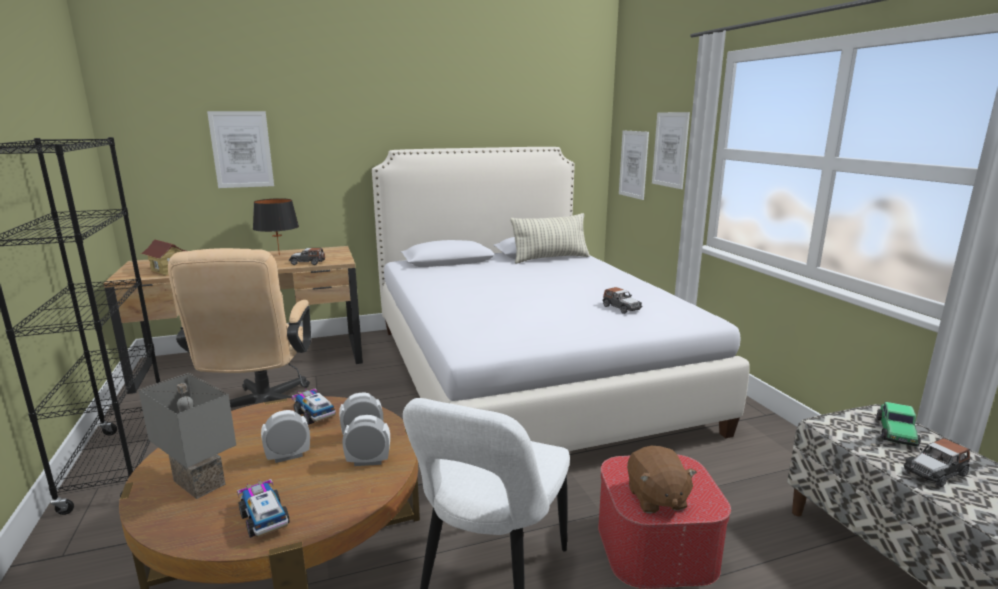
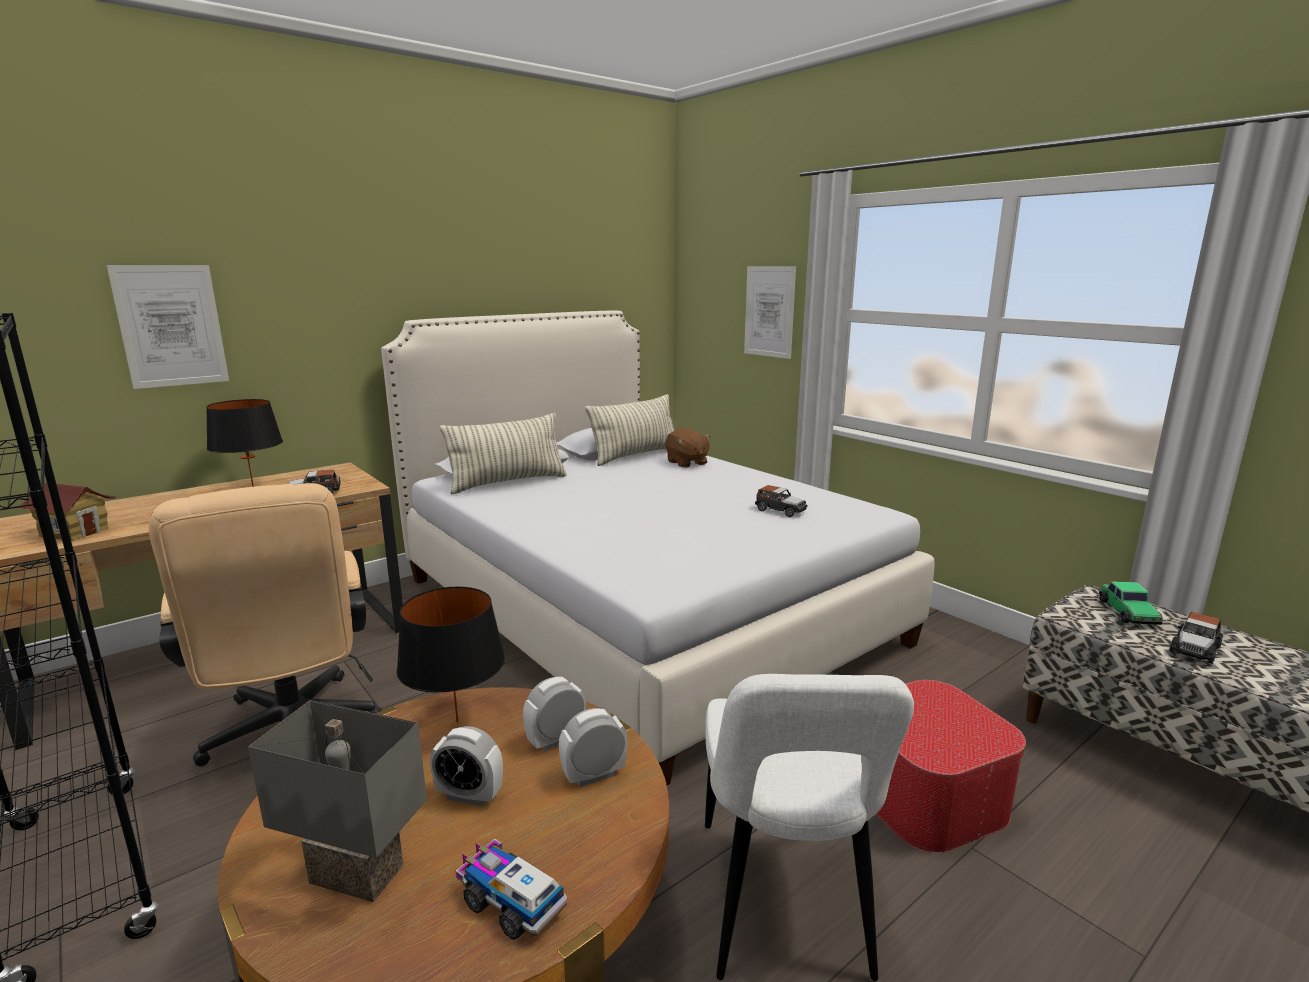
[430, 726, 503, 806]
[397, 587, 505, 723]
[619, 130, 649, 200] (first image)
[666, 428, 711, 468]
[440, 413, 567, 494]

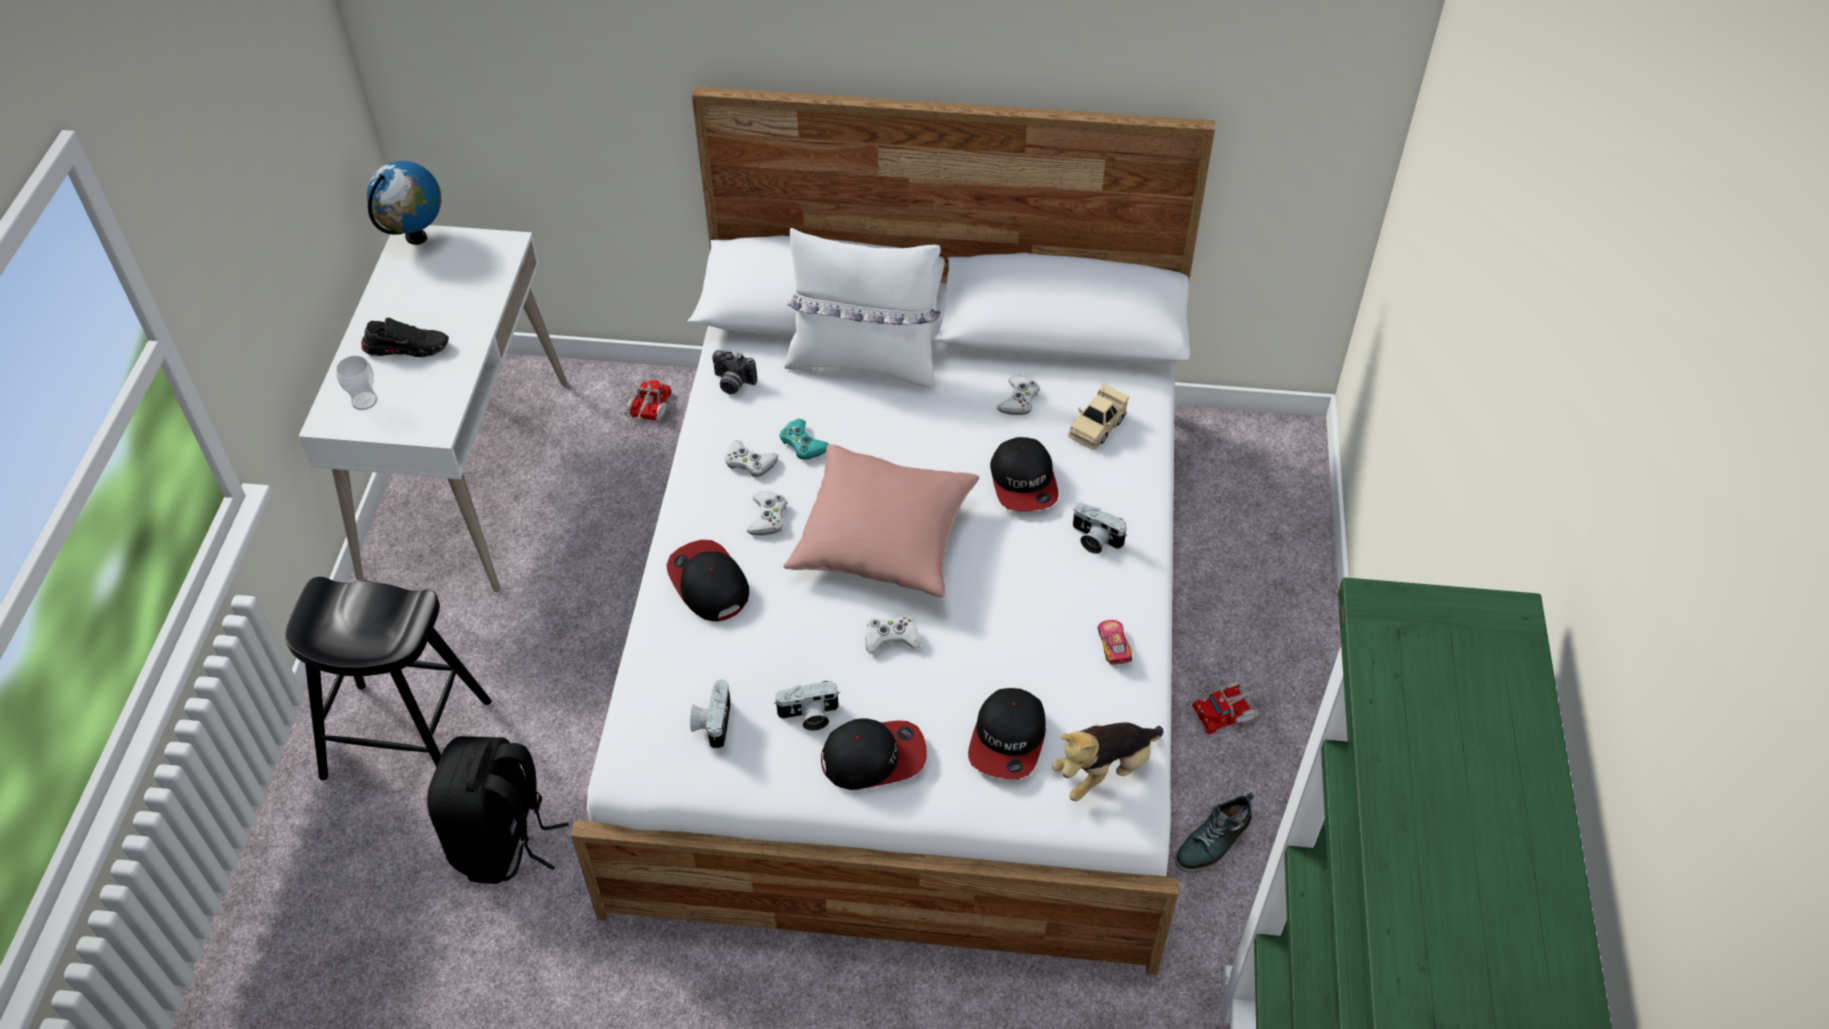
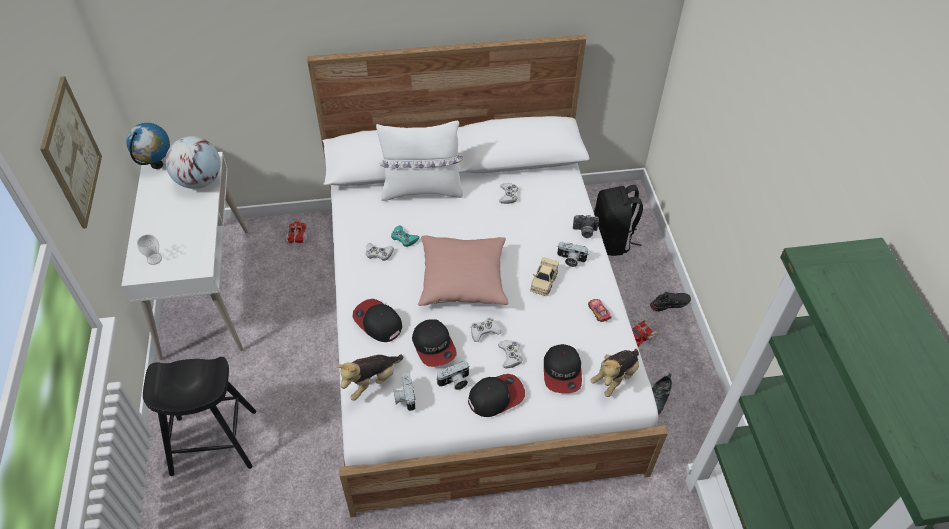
[650, 292, 691, 312]
[594, 185, 643, 256]
[573, 215, 599, 238]
[498, 340, 523, 368]
[412, 319, 456, 367]
[530, 257, 559, 296]
[40, 76, 102, 229]
[165, 136, 221, 189]
[337, 354, 403, 400]

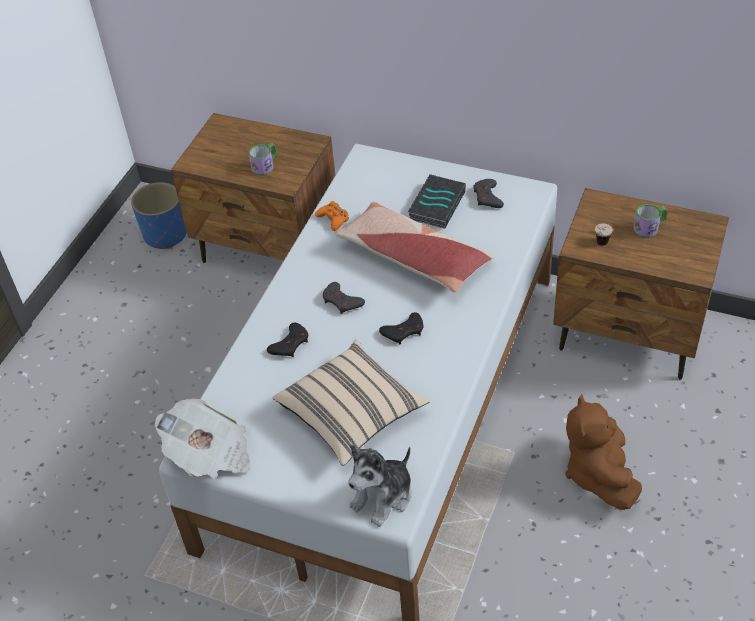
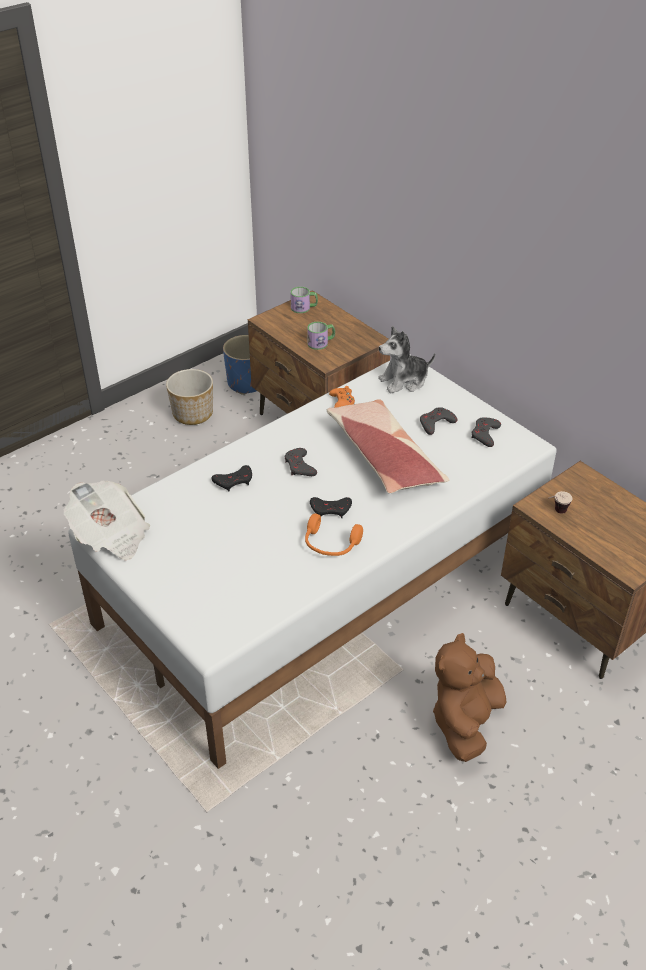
[273, 339, 430, 466] (first image)
[378, 326, 435, 393]
[420, 407, 457, 435]
[290, 287, 318, 313]
[166, 369, 213, 425]
[305, 514, 363, 556]

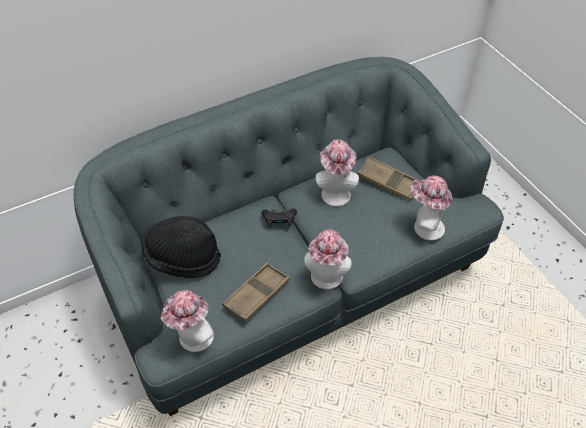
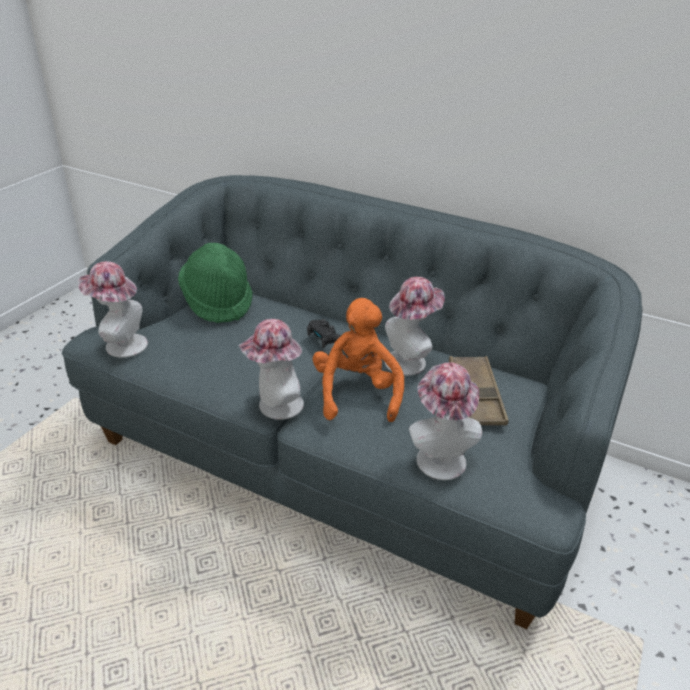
[178, 243, 253, 323]
[222, 262, 290, 322] (first image)
[313, 298, 404, 422]

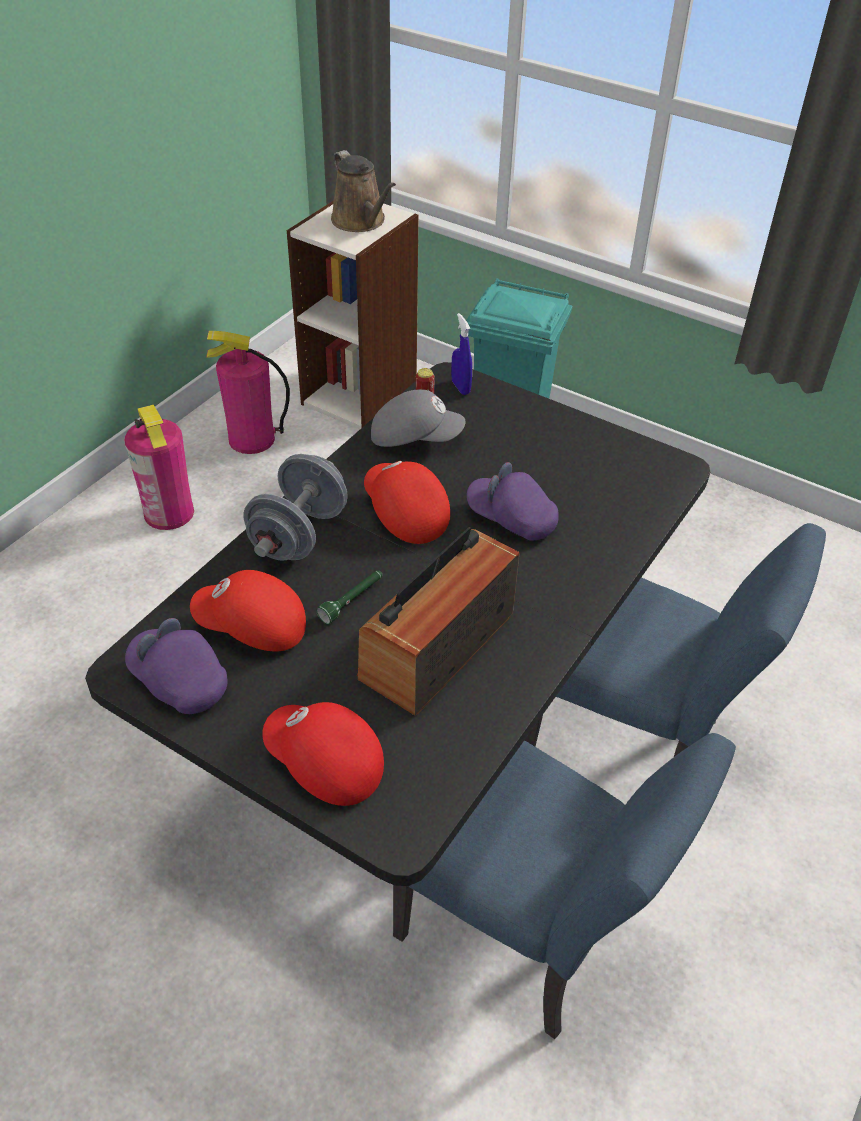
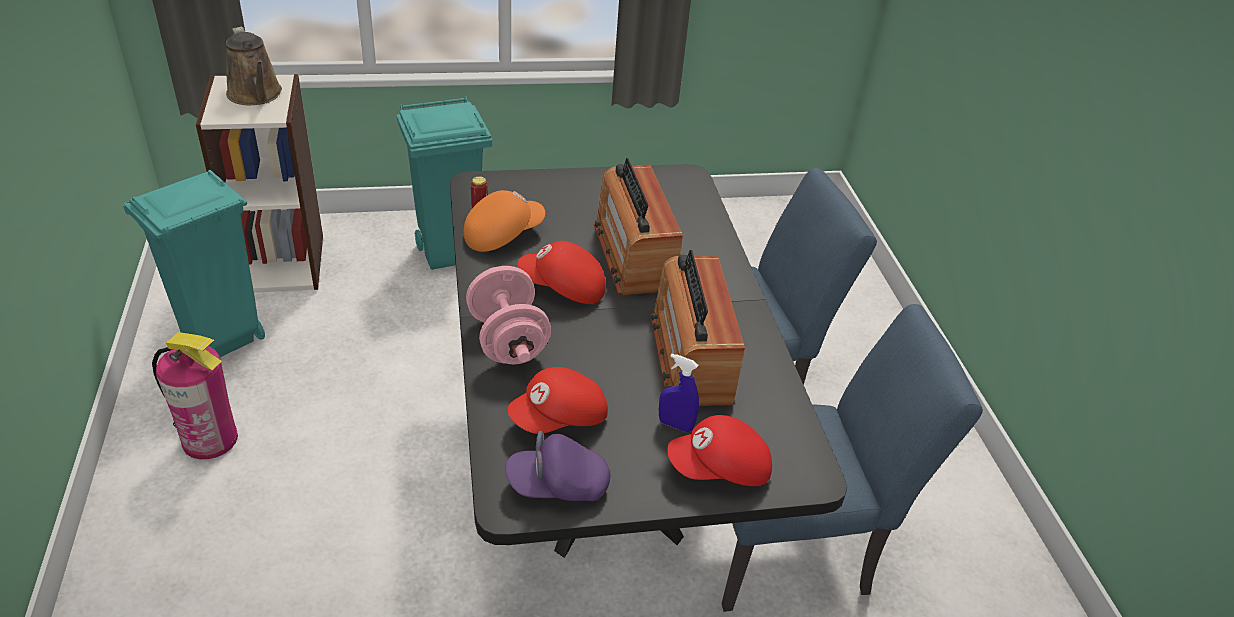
[123, 170, 265, 357]
[466, 266, 551, 364]
[316, 570, 382, 624] (first image)
[226, 26, 282, 105]
[464, 190, 545, 252]
[659, 354, 699, 432]
[594, 158, 683, 295]

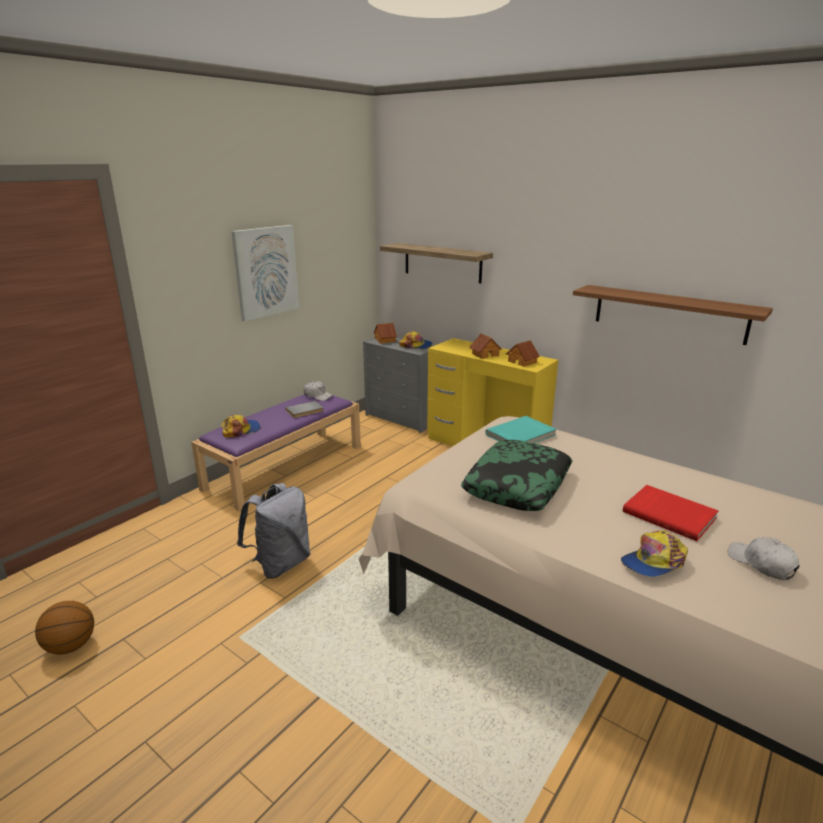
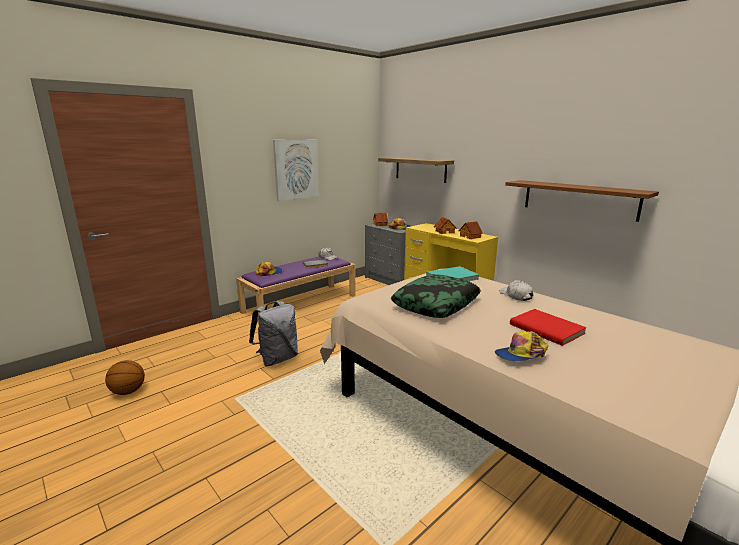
[499, 280, 533, 301]

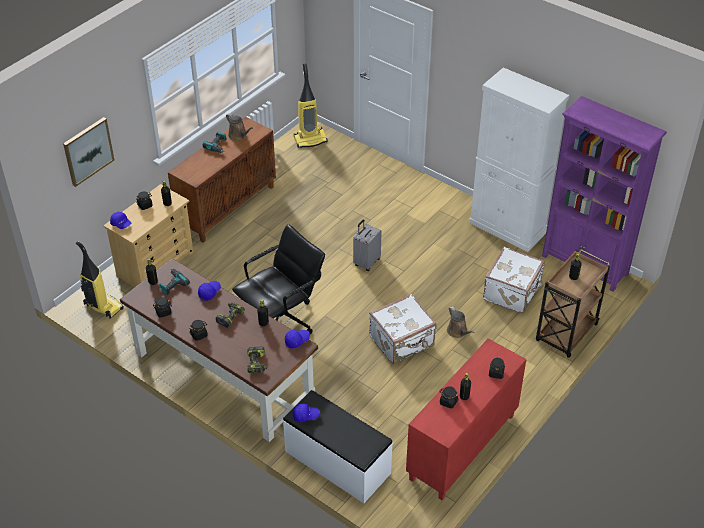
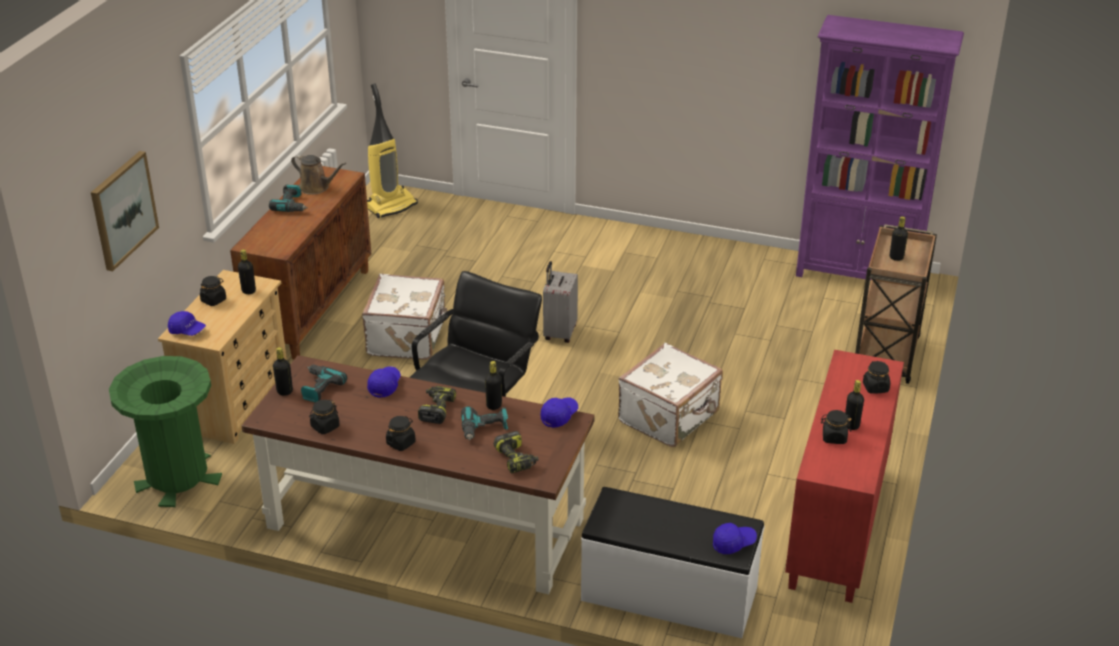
[109, 356, 222, 507]
[713, 523, 757, 554]
[447, 306, 474, 338] (first image)
[469, 67, 569, 252] (first image)
[362, 274, 448, 360]
[461, 406, 508, 440]

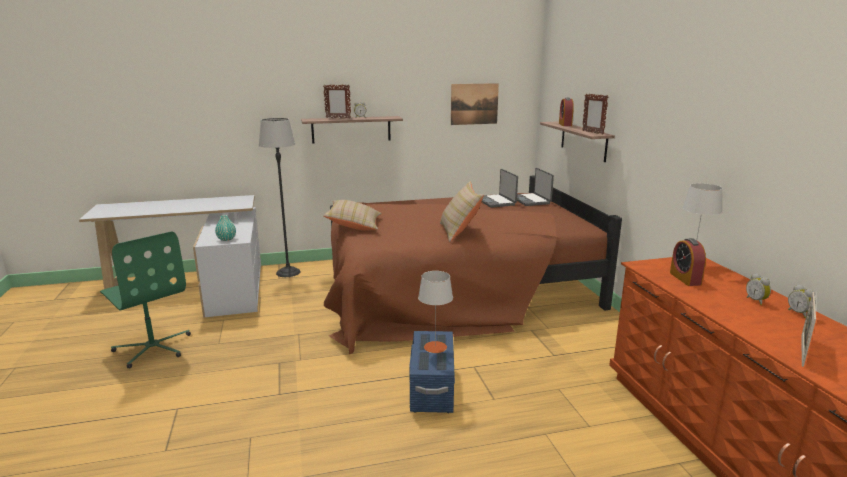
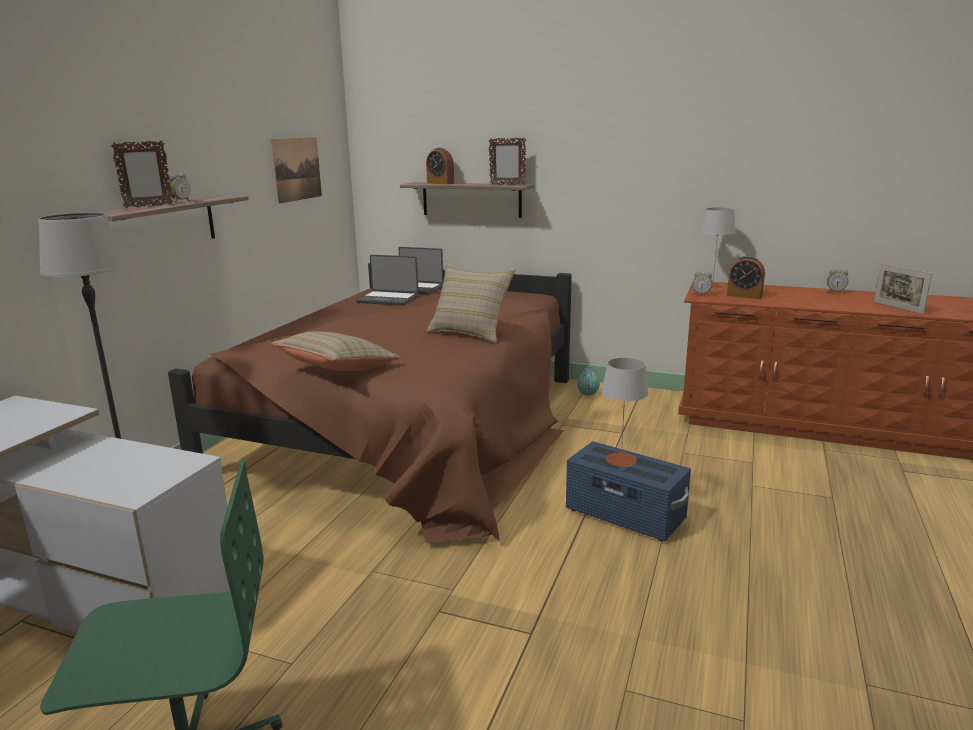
[577, 366, 600, 396]
[693, 271, 712, 296]

